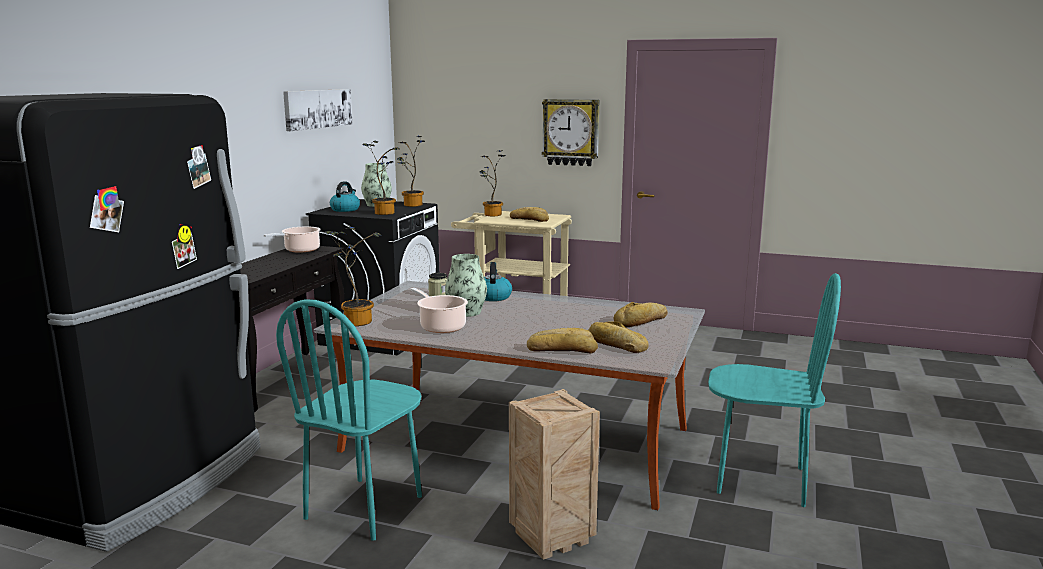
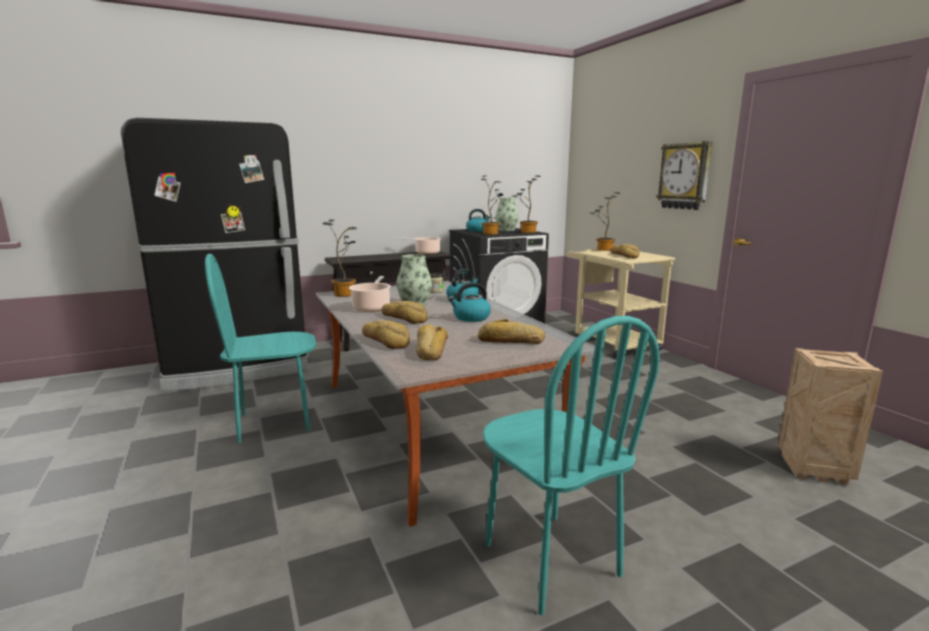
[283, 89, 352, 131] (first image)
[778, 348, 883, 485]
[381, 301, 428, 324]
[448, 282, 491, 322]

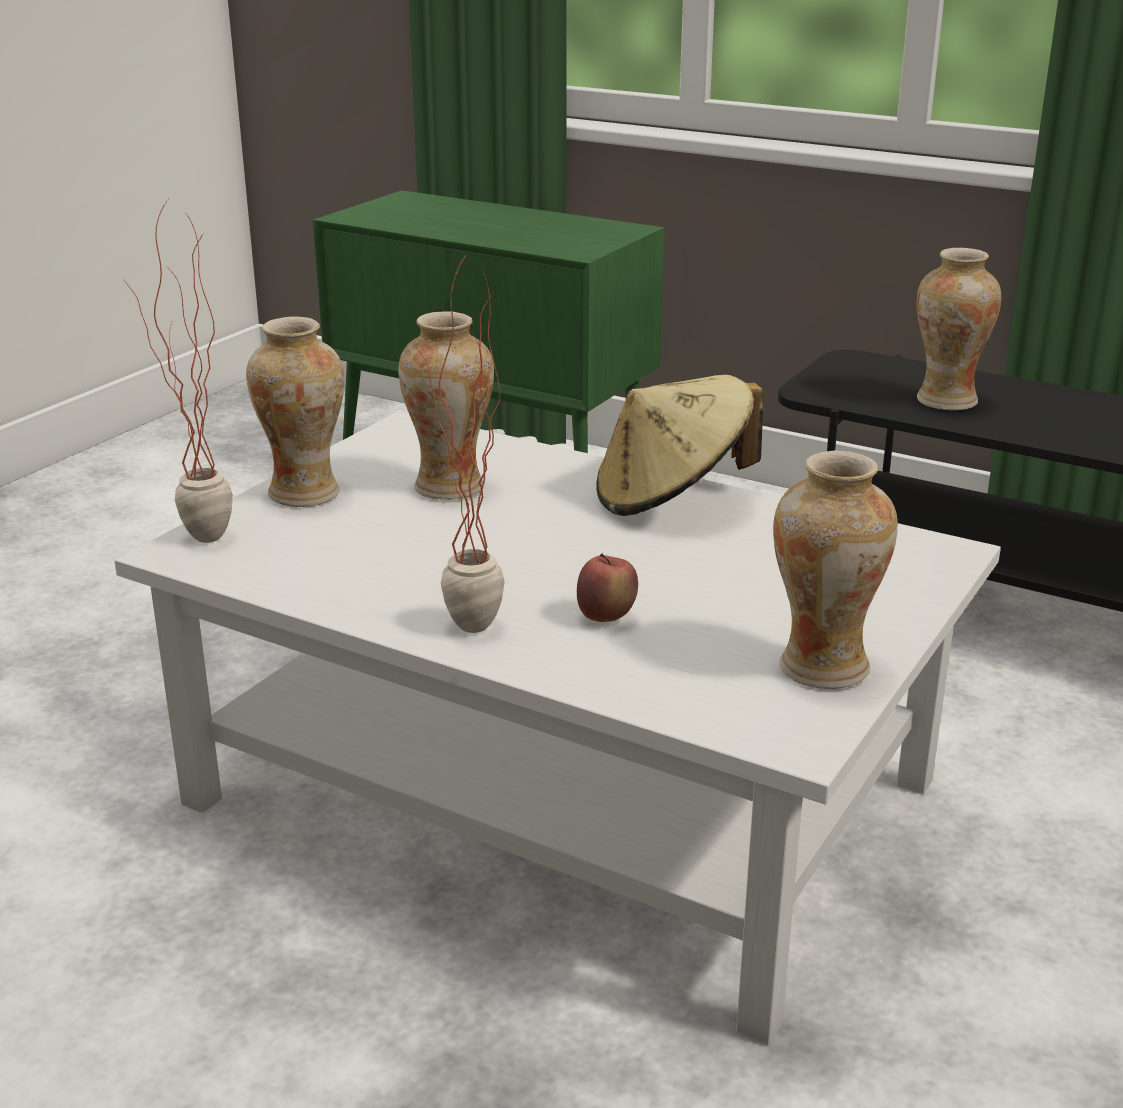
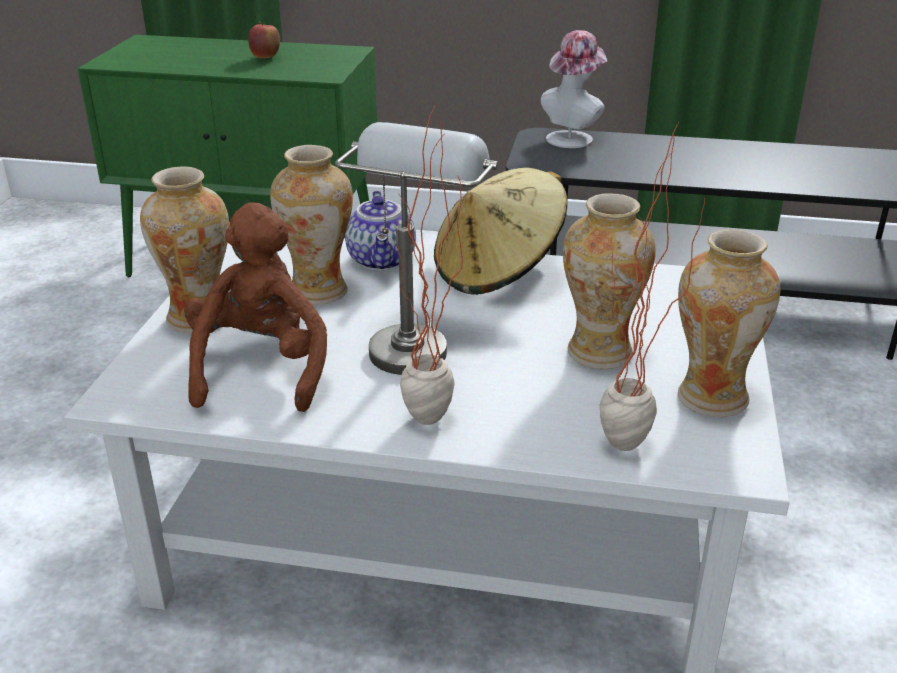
[600, 121, 705, 451]
[248, 22, 280, 58]
[563, 193, 656, 369]
[184, 202, 327, 412]
[335, 122, 499, 375]
[345, 191, 416, 271]
[540, 30, 608, 148]

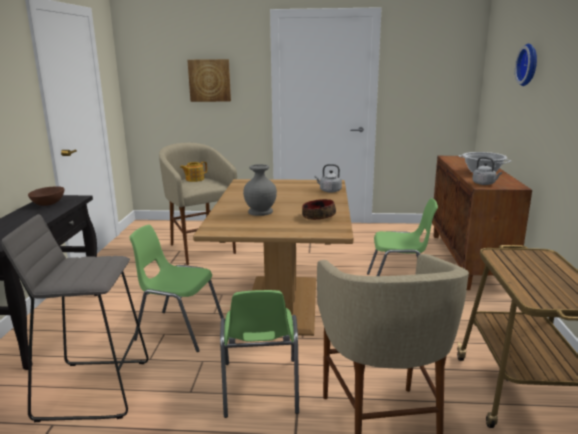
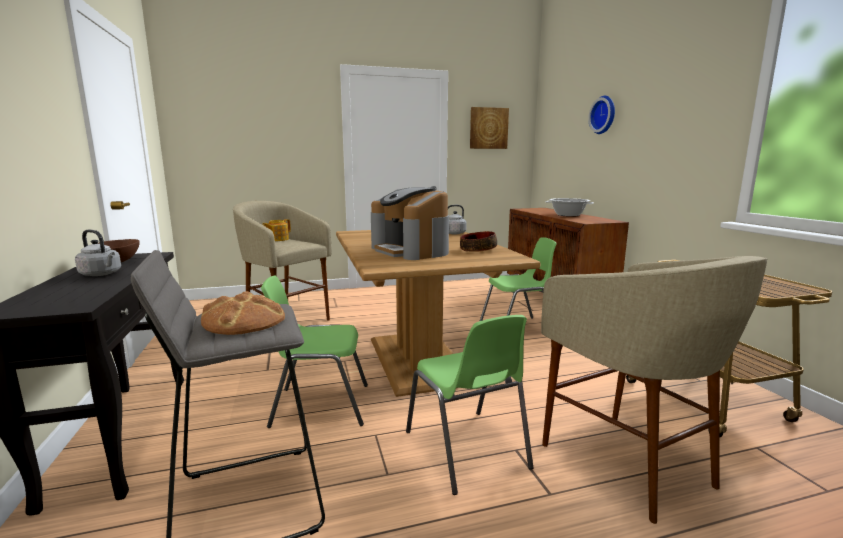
[470, 107, 509, 149]
[371, 187, 449, 260]
[75, 229, 121, 276]
[201, 291, 285, 335]

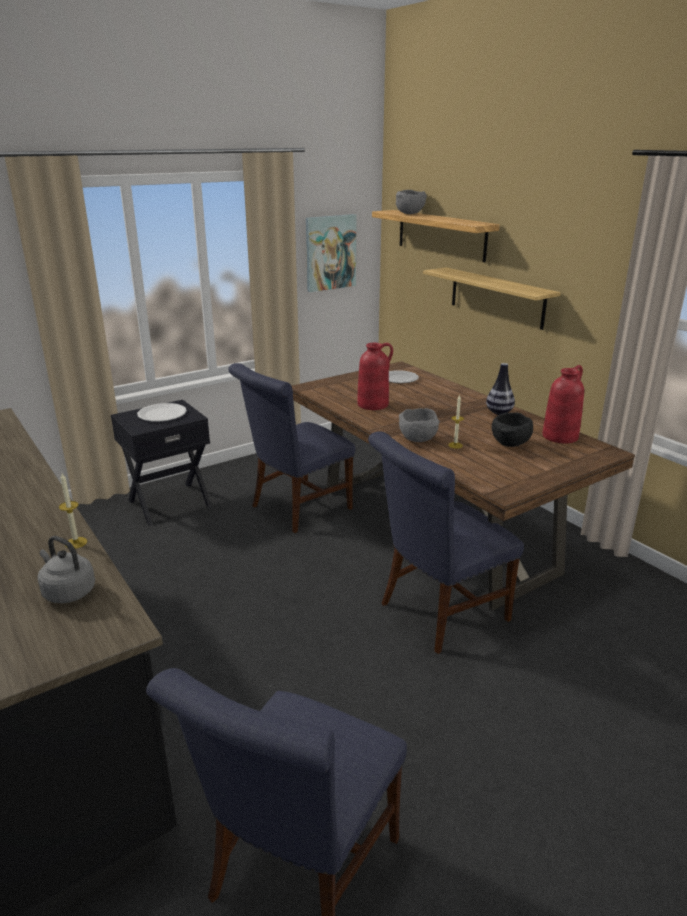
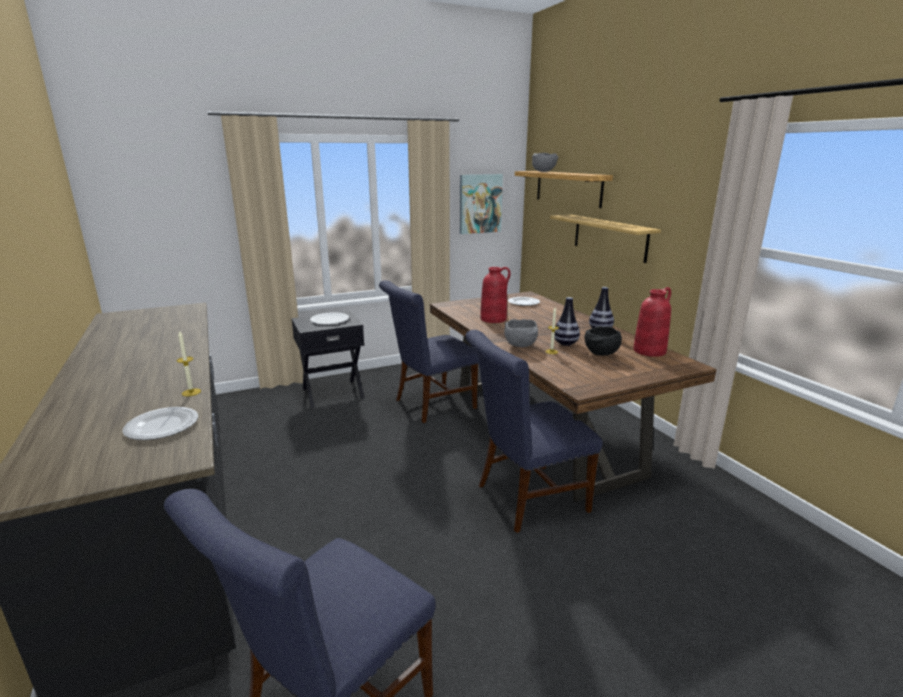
[122, 407, 198, 440]
[554, 297, 580, 346]

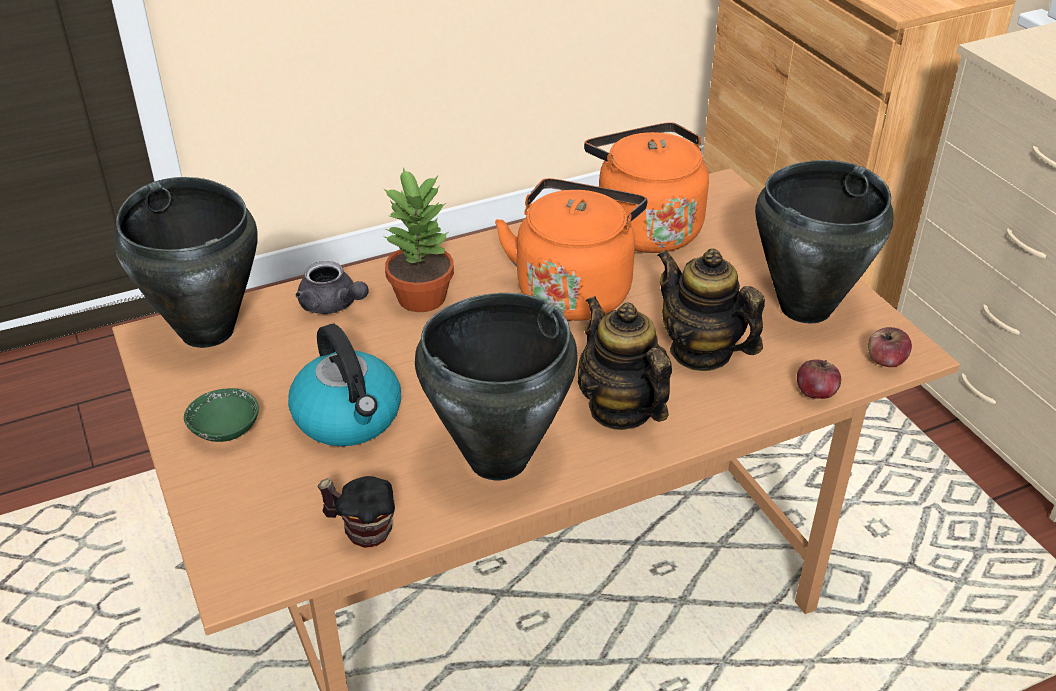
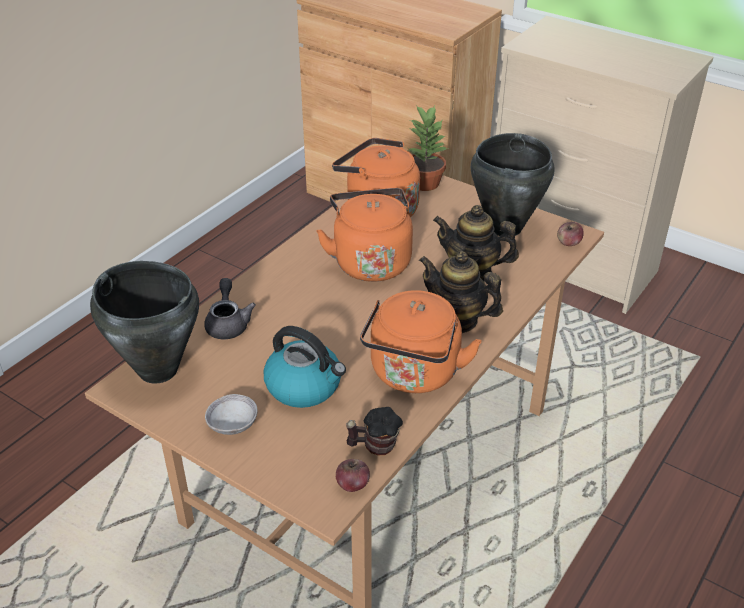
[205, 394, 258, 435]
[204, 278, 256, 339]
[408, 105, 449, 191]
[360, 290, 482, 393]
[336, 459, 370, 492]

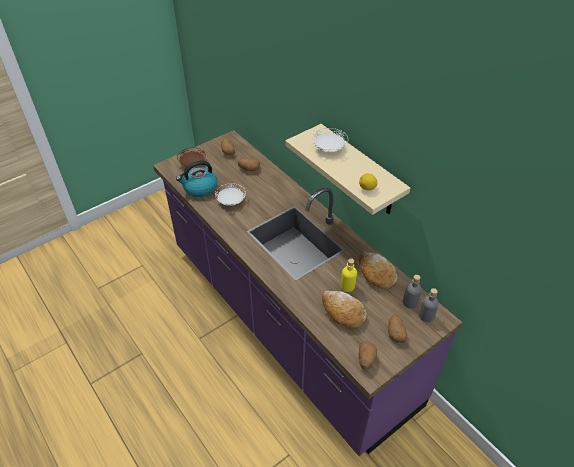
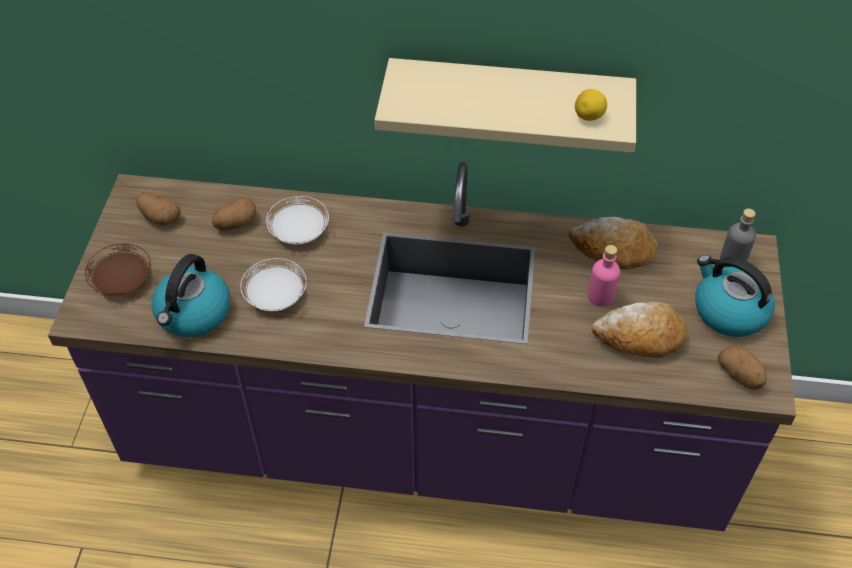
[266, 196, 329, 244]
[587, 245, 620, 307]
[695, 255, 775, 337]
[403, 275, 422, 309] (first image)

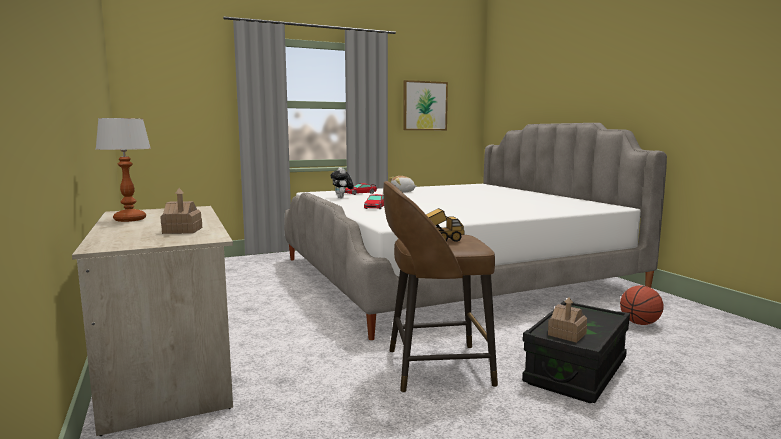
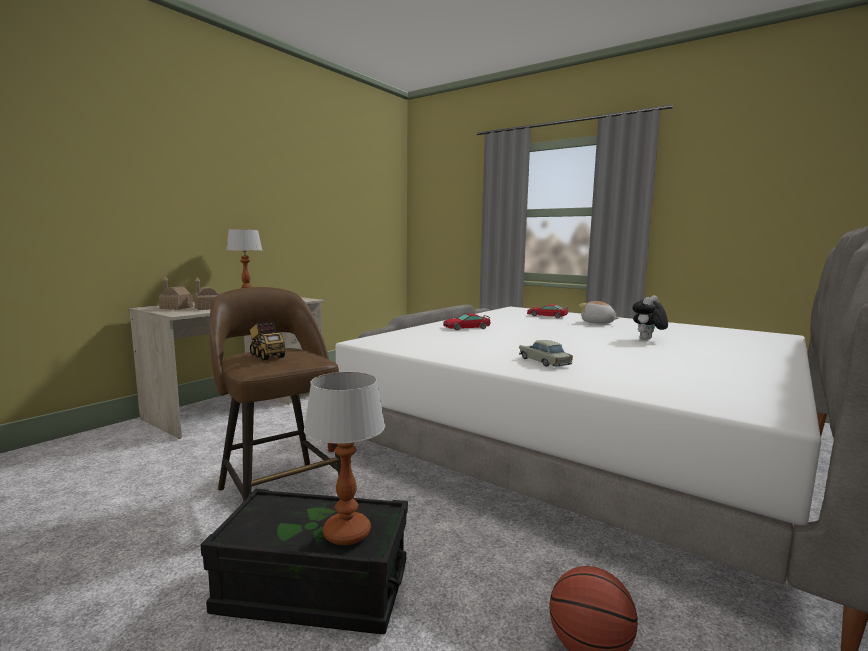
[632, 295, 668, 340]
[403, 80, 448, 130] (first image)
[159, 277, 193, 310]
[304, 372, 385, 545]
[519, 340, 573, 367]

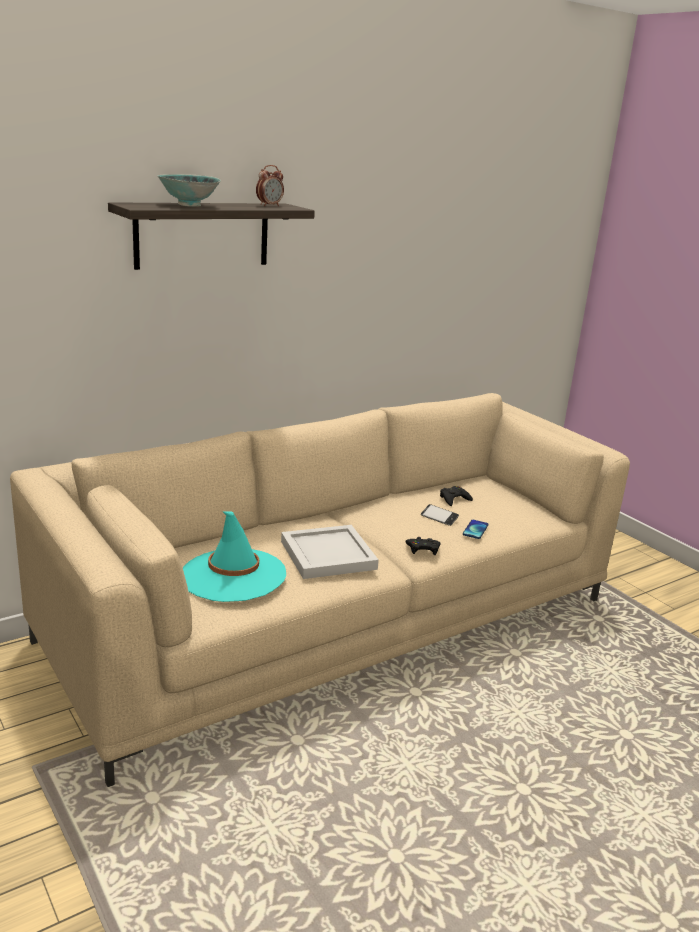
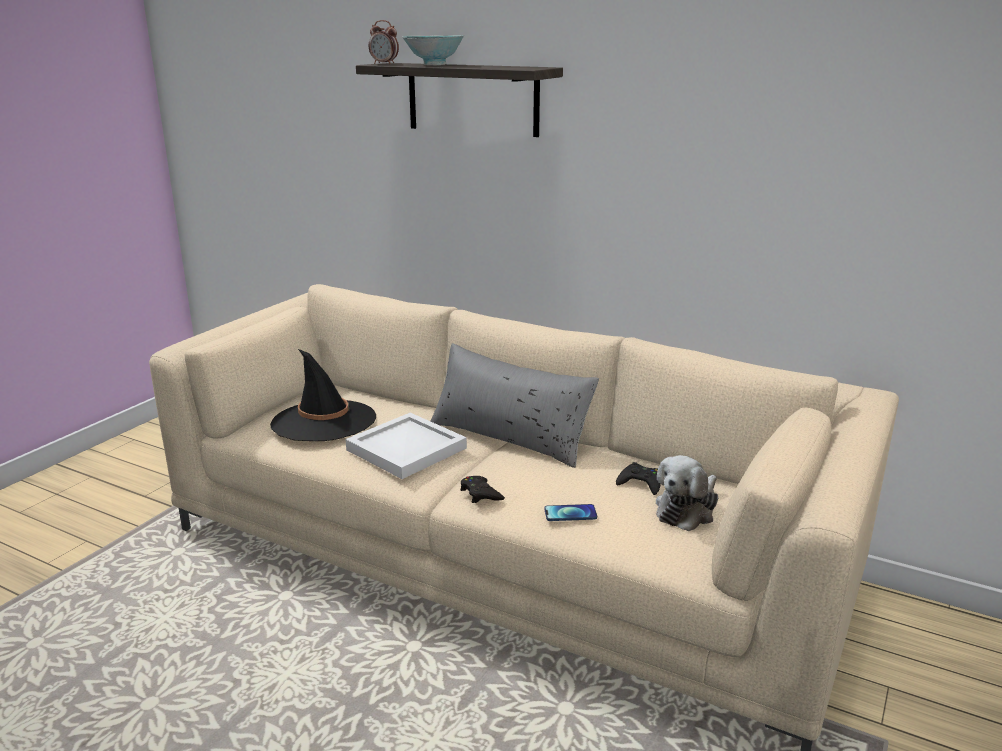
[270, 349, 376, 441]
[369, 20, 399, 64]
[421, 504, 459, 526] (first image)
[430, 343, 599, 468]
[656, 455, 718, 531]

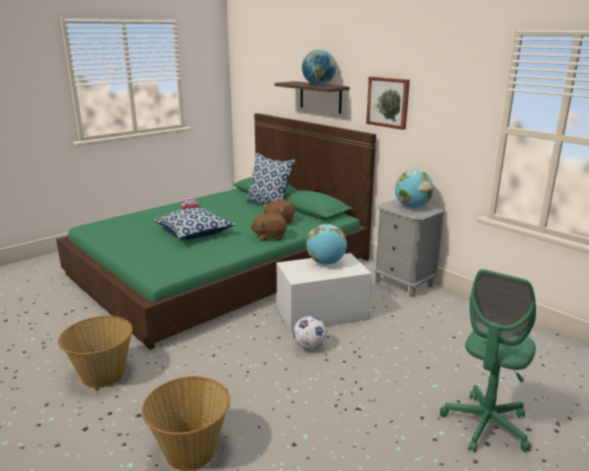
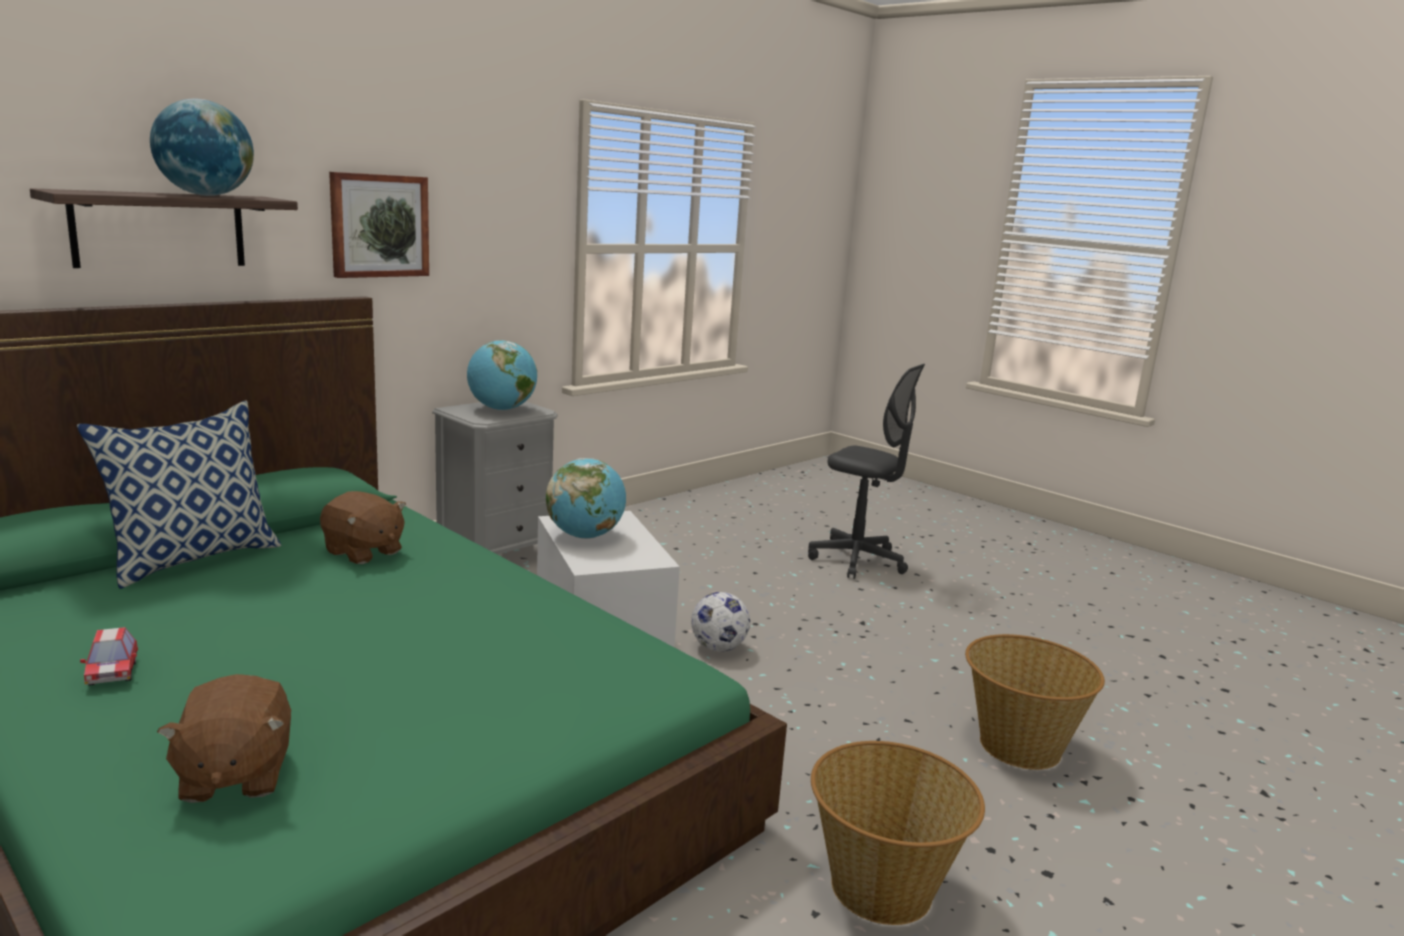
[153, 207, 236, 239] (first image)
[157, 674, 291, 803]
[808, 364, 925, 579]

